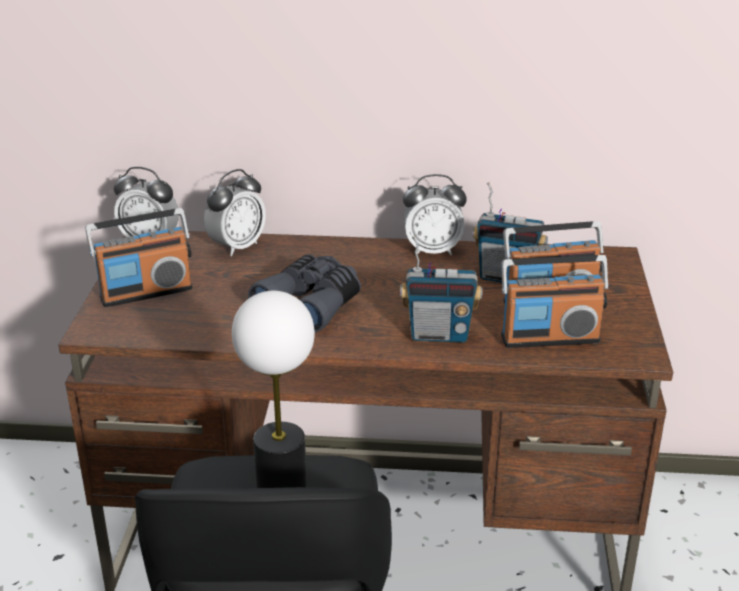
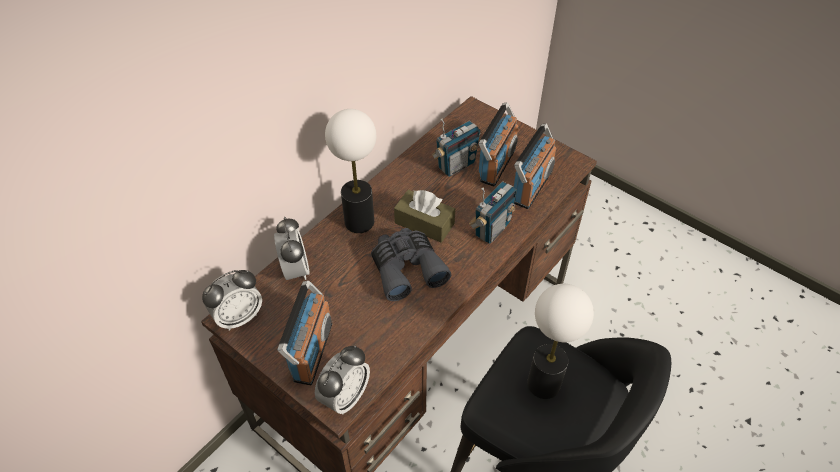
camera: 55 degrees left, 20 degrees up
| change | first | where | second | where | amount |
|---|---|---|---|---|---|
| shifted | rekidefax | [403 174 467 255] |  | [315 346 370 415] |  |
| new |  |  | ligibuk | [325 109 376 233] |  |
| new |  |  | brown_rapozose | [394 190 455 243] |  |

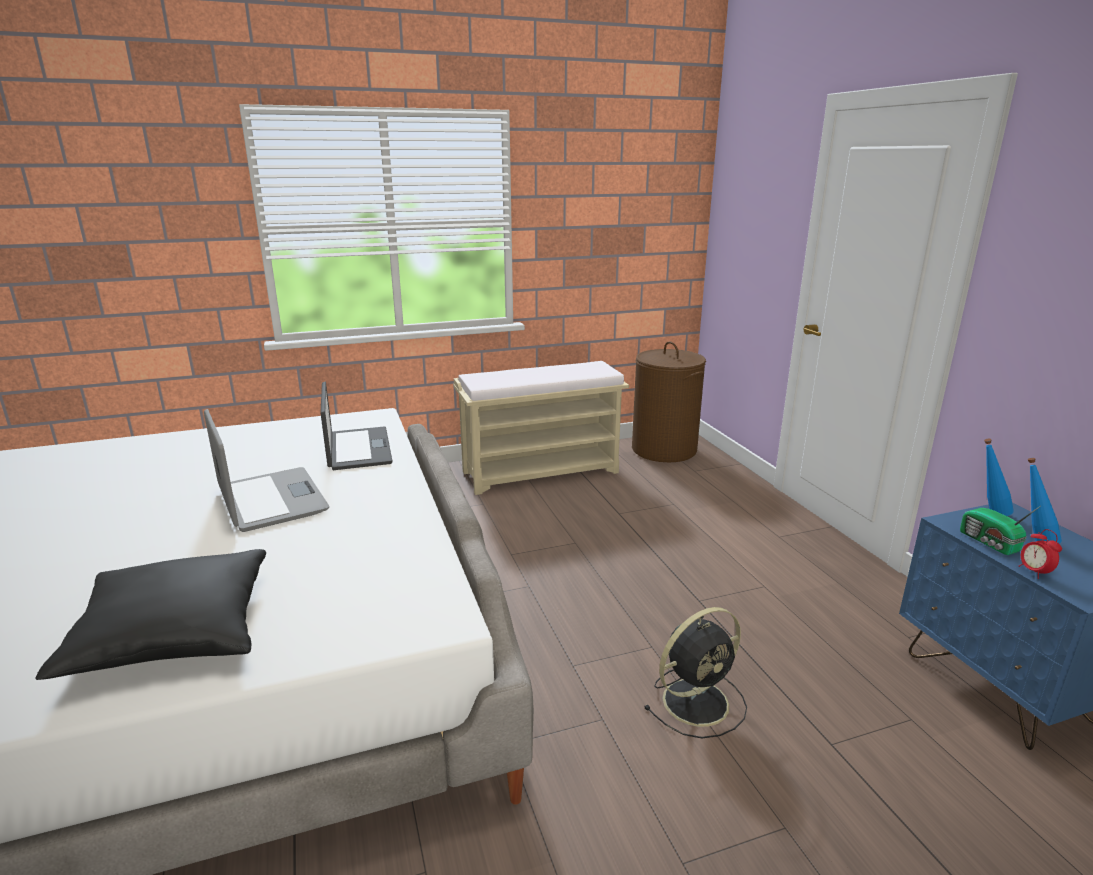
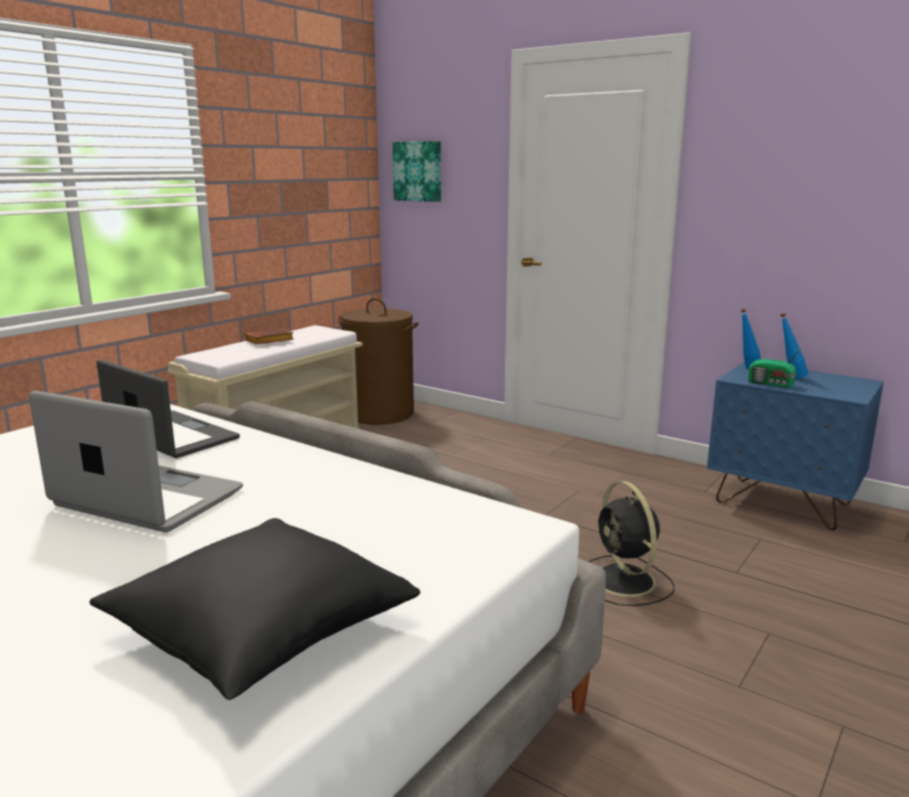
camera: 35 degrees left, 5 degrees down
| change | first | where | second | where | amount |
|---|---|---|---|---|---|
| gone | rekidefax | [1019 529 1062 579] |  |  |  |
| rotated | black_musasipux | [644 607 747 738] |  | [589 481 675 606] | 135 degrees clockwise |
| new |  |  | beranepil | [392 141 441 202] |  |
| new |  |  | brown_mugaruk | [245 329 294 344] |  |

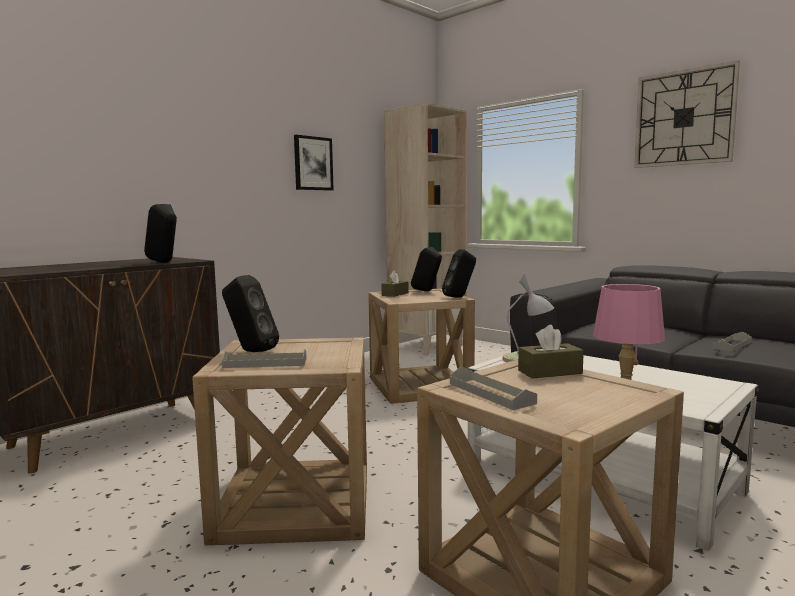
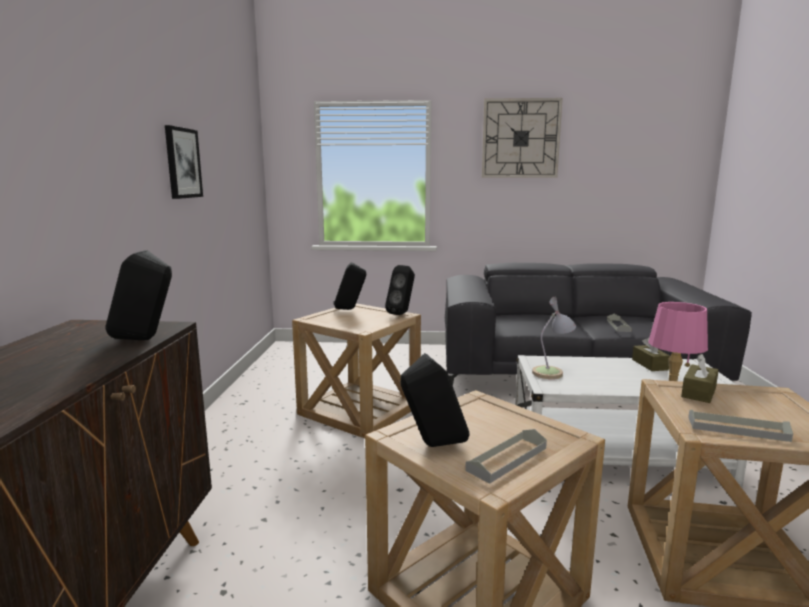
camera: 40 degrees left, 5 degrees up
| change | first | where | second | where | amount |
|---|---|---|---|---|---|
| gone | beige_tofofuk | [384 102 467 356] |  |  |  |
| shifted | brown_rapozose | [381 271 409 297] |  | [632 337 670 371] |  |

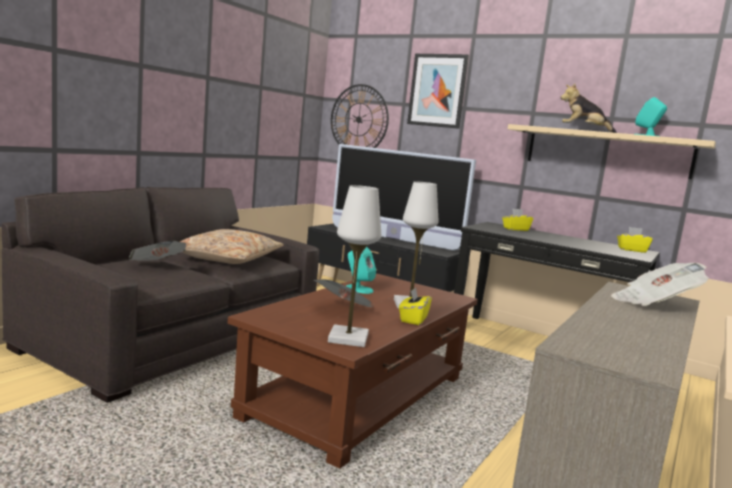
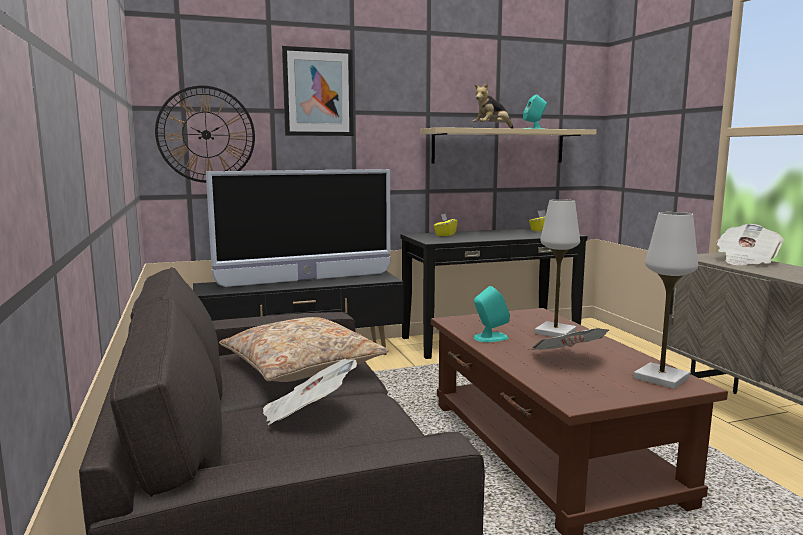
camera: 50 degrees left, 0 degrees up
| change | first | where | second | where | amount |
|---|---|---|---|---|---|
| gone | yellow_rapozose | [399 287 432 325] |  |  |  |

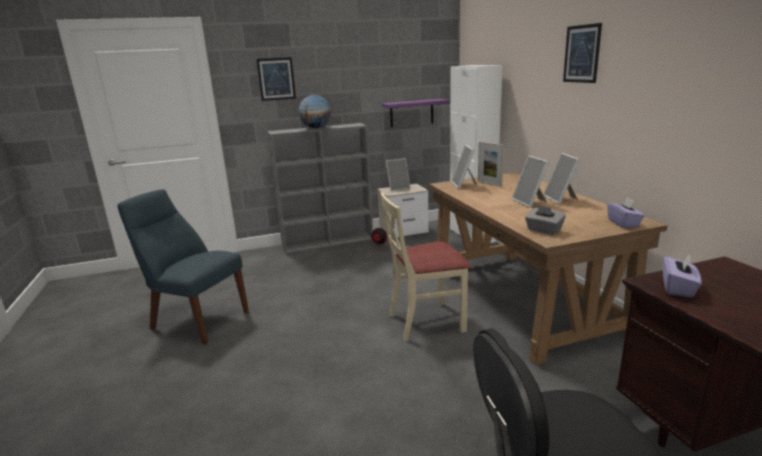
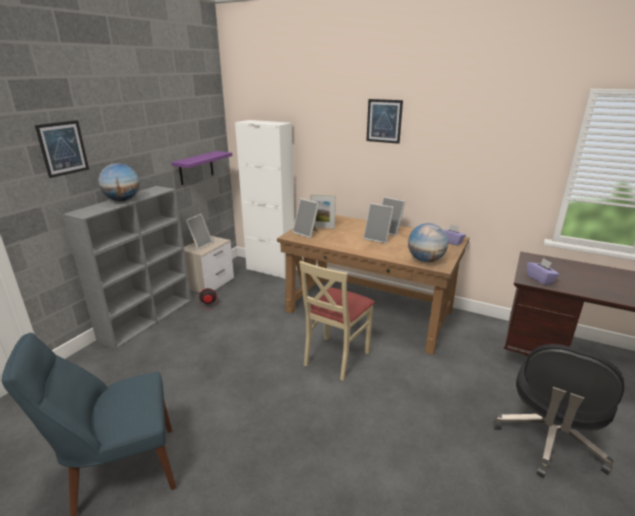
camera: 45 degrees left, 5 degrees up
| change | first | where | second | where | amount |
|---|---|---|---|---|---|
| swapped | grey_rapozose | [525 205 566 235] | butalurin | [408 223 448 262] |  |

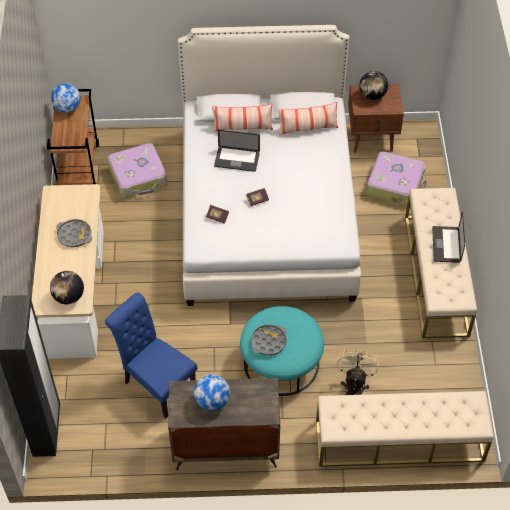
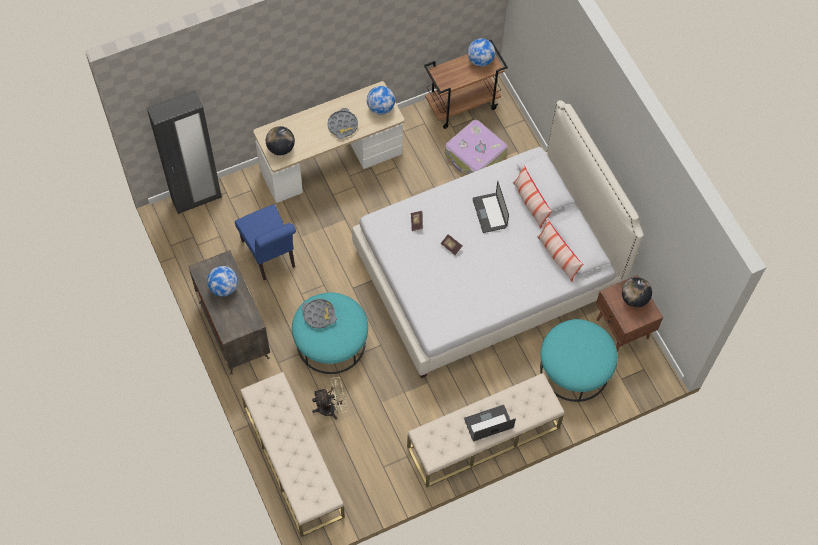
camera: 65 degrees right, 10 degrees up
| change | first | where | second | where | amount |
|---|---|---|---|---|---|
| swapped | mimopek | [366 151 426 206] | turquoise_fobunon | [540 319 618 402] |  |
| rotated | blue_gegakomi | [105 293 197 418] |  | [235 204 296 280] | 135 degrees clockwise |
| new |  |  | butalurin | [367 86 395 115] |  |

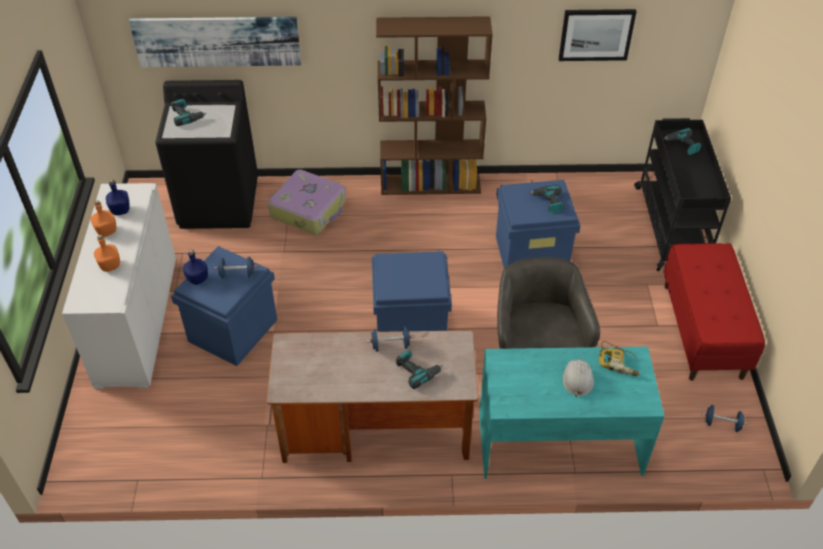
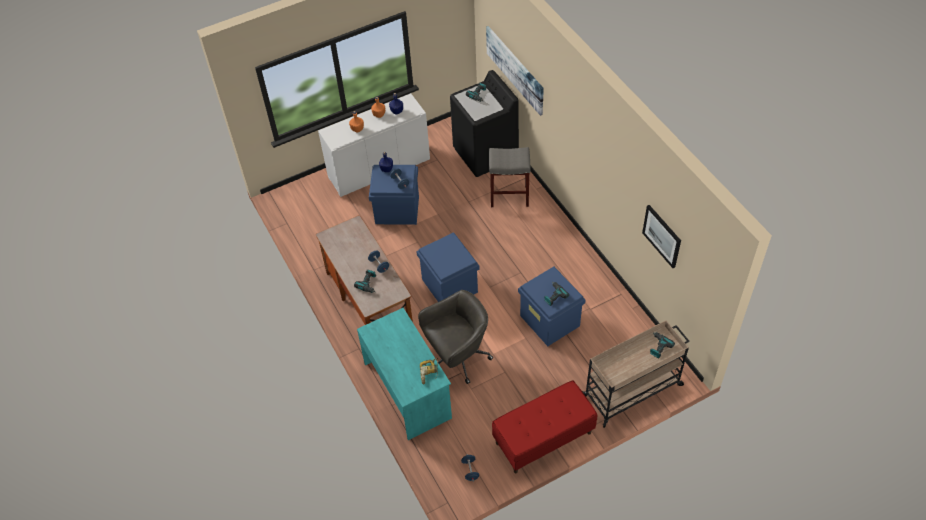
camera: 65 degrees right, 5 degrees up
| change | first | where | second | where | amount |
|---|---|---|---|---|---|
| gone | brown_tofofuk | [376 16 493 195] |  |  |  |
| repainted | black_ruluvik | [634 118 731 272] | beige_ruluvik | [582 320 689 428] |  |
| swapped | mimopek | [268 170 346 234] | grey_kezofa | [489 147 530 207] |  |
| gone | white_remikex | [562 359 594 398] |  |  |  |

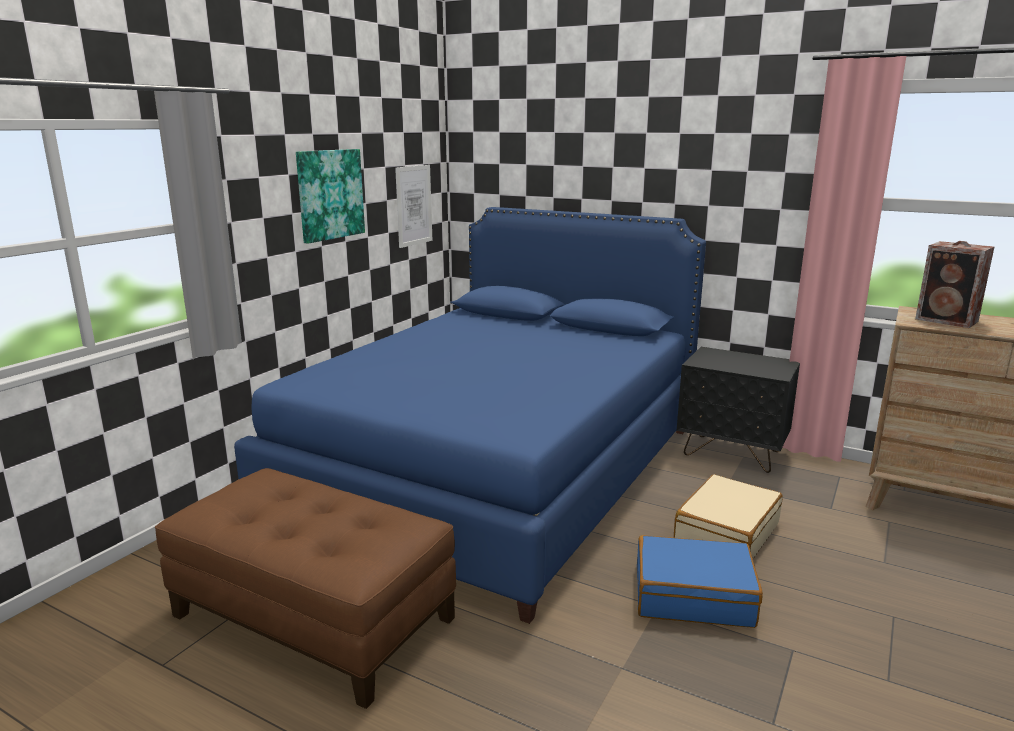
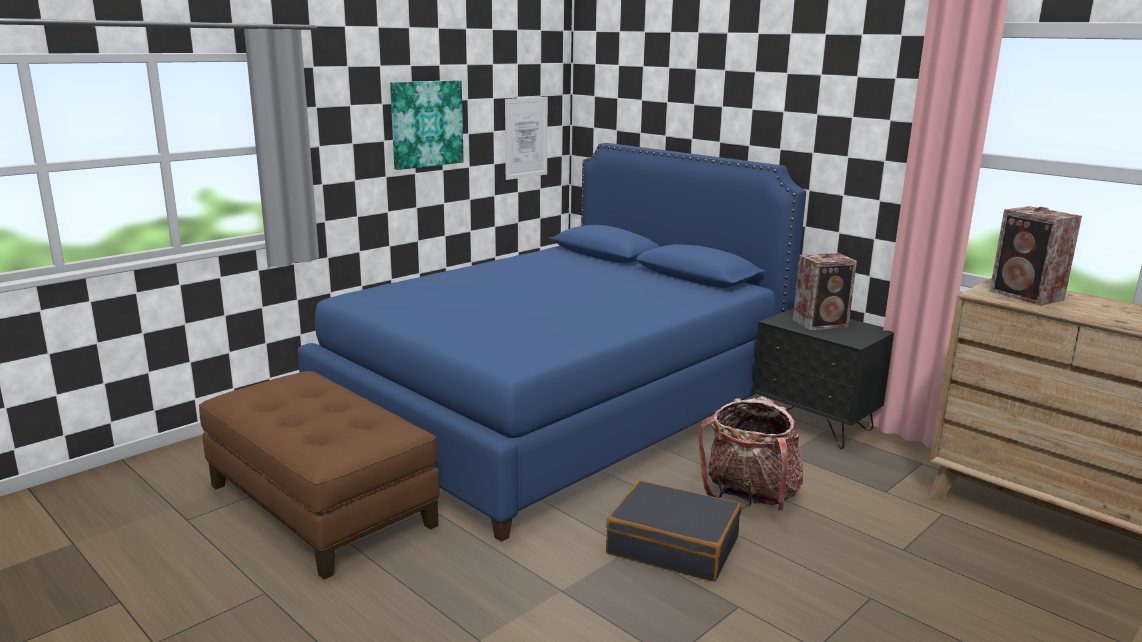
camera: 15 degrees right, 0 degrees up
| change | first | where | second | where | amount |
|---|---|---|---|---|---|
| swapped | beige_mimopek | [674 474 783 559] | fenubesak | [699 397 803 512] |  |
| repainted | blue_mimopek | [637 535 763 628] | black_mimopek | [606 480 741 581] |  |
| new |  |  | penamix | [793 253 857 330] |  |

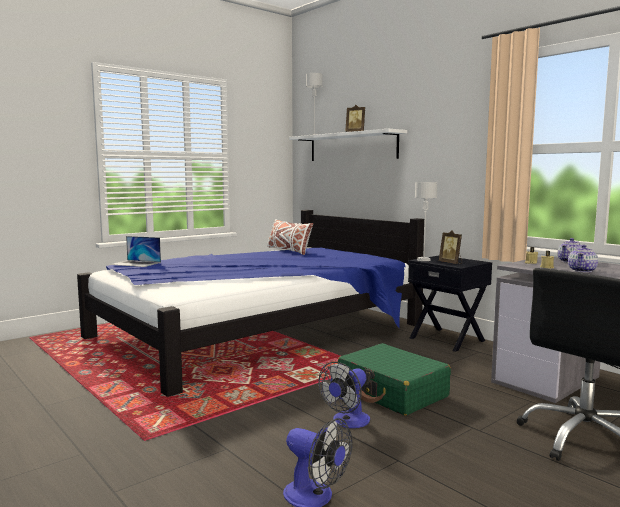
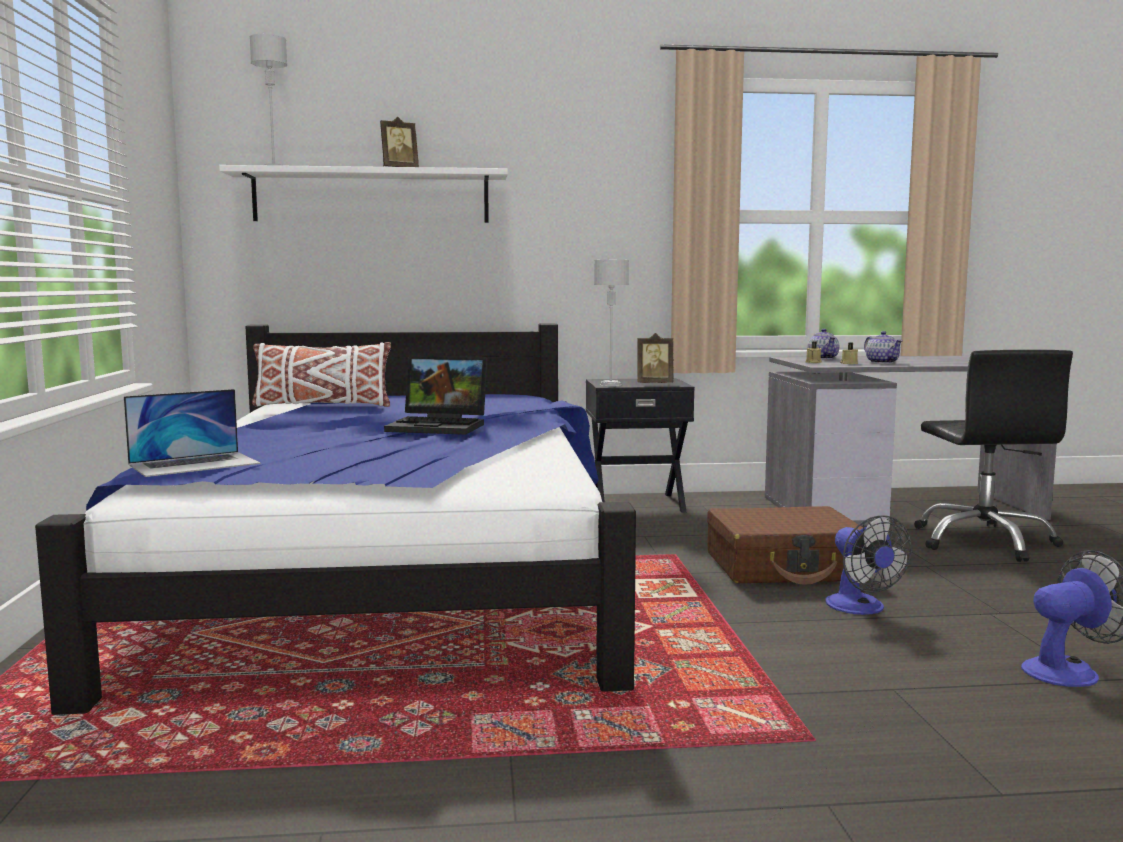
camera: 55 degrees left, 0 degrees up
| change | first | where | second | where | amount |
|---|---|---|---|---|---|
| repainted | green_mimopek | [338 343 451 416] | brown_mimopek | [707 506 863 585] |  |
| new |  |  | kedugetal | [384 356 488 435] |  |

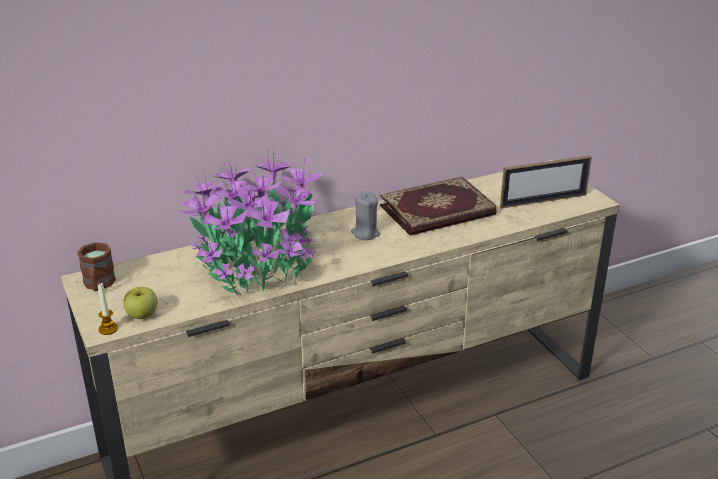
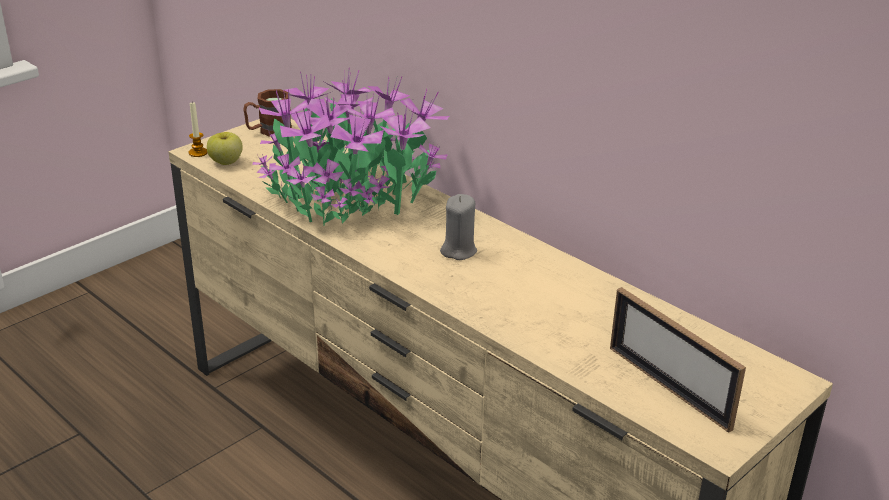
camera: 70 degrees right, 0 degrees up
| change | first | where | second | where | amount |
|---|---|---|---|---|---|
| gone | mugaruk | [380 177 497 236] |  |  |  |

